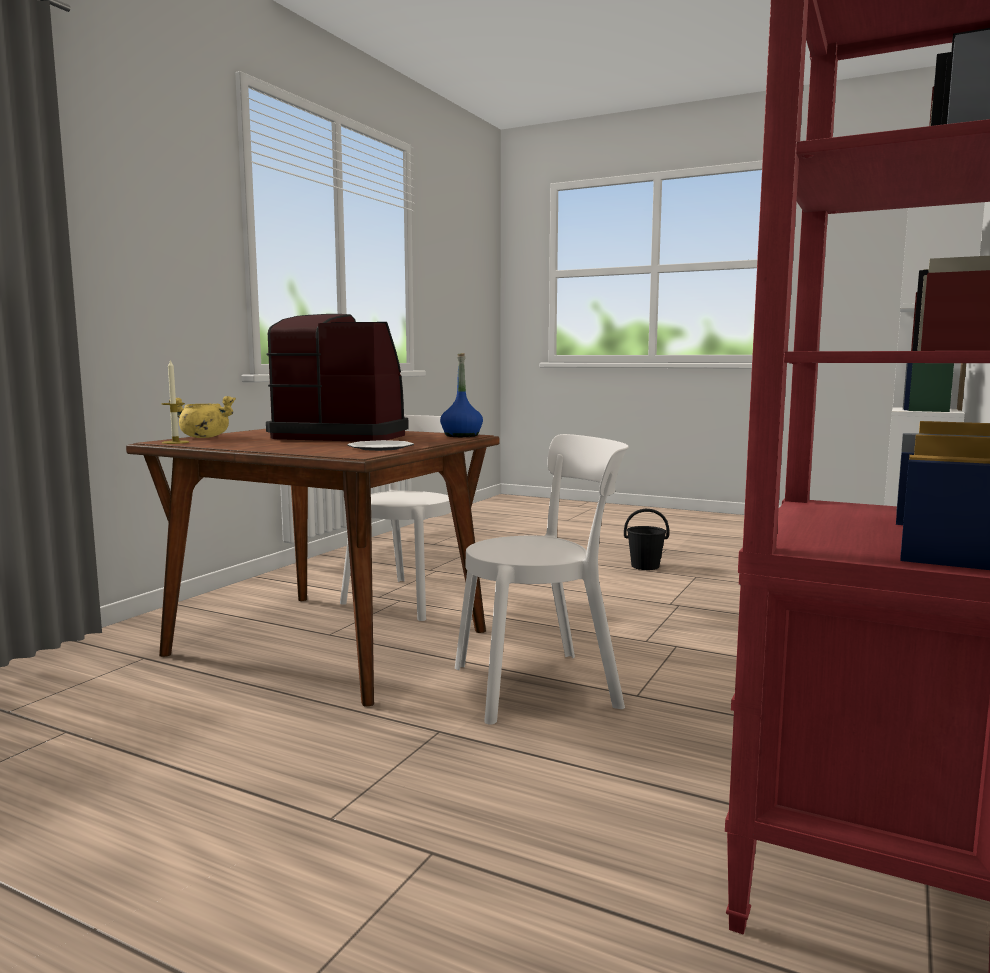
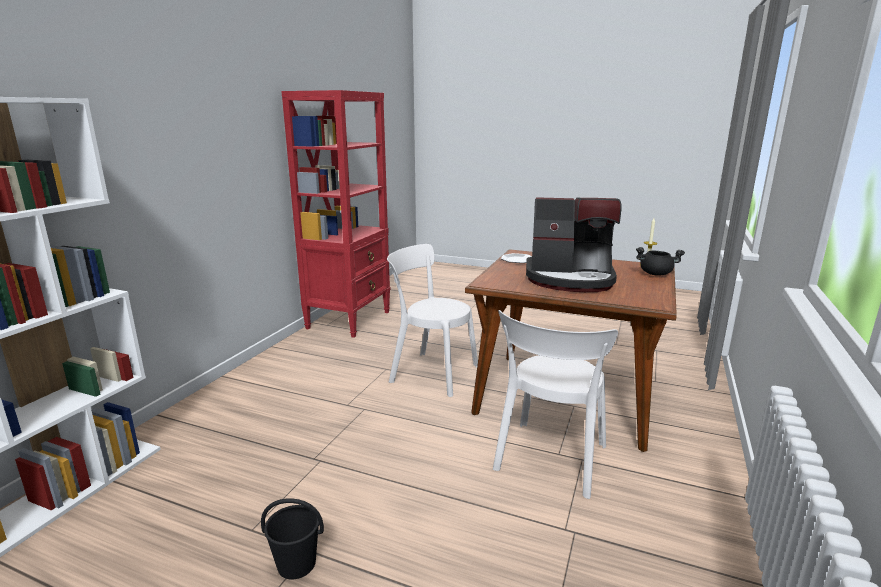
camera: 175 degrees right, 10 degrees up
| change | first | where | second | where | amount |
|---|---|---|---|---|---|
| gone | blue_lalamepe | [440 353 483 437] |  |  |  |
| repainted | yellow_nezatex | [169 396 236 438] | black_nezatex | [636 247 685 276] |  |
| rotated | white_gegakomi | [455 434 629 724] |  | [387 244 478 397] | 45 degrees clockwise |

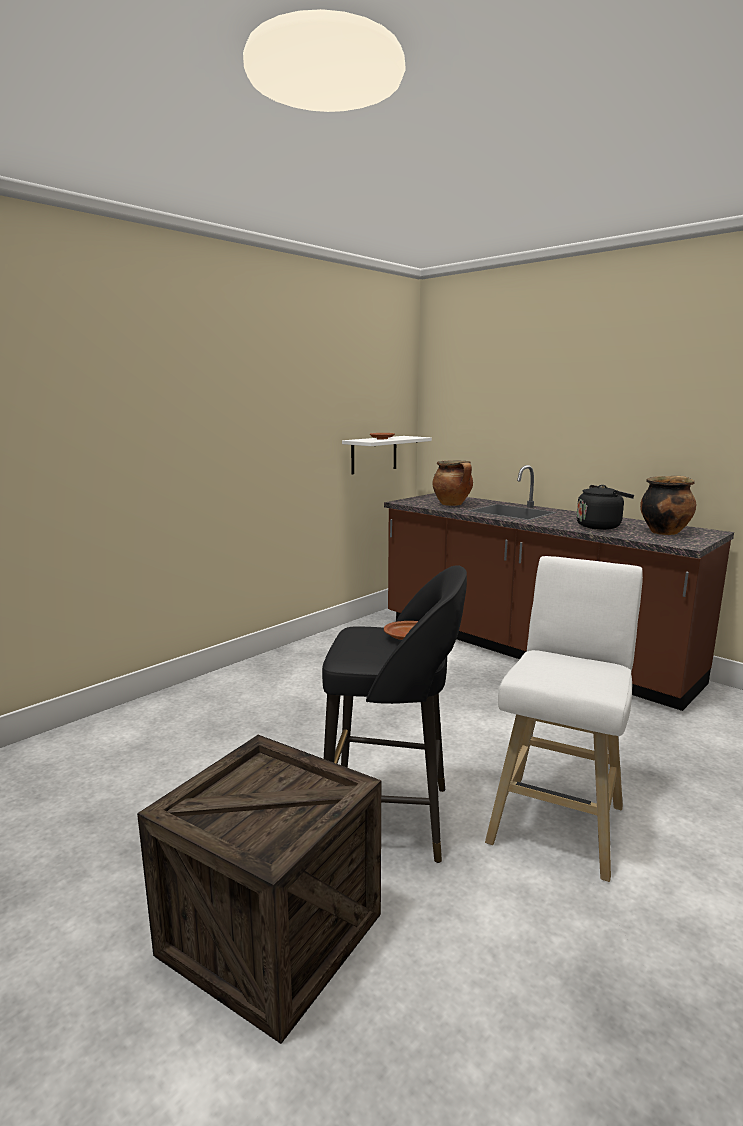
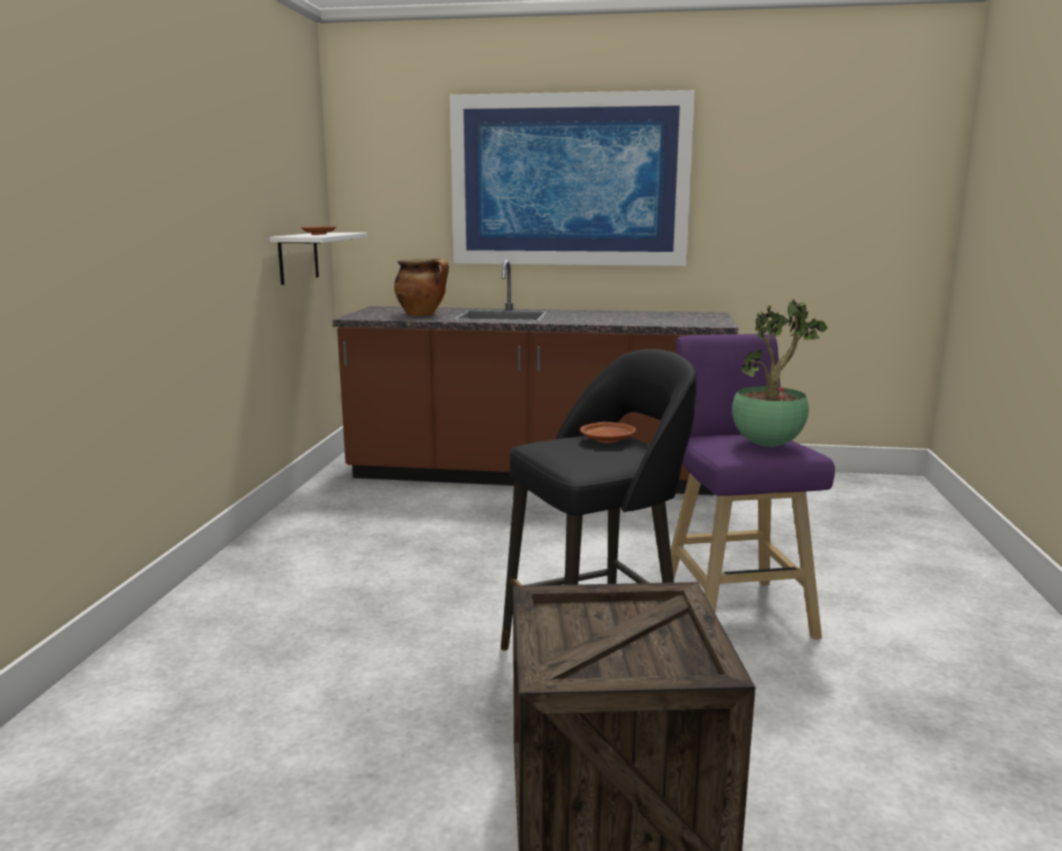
camera: 35 degrees left, 0 degrees up
| change | first | where | second | where | amount |
|---|---|---|---|---|---|
| gone | nezatex | [640 476 696 535] |  |  |  |
| gone | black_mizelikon | [576 485 634 530] |  |  |  |
| repainted | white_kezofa | [485 556 643 882] | purple_kezofa | [671 334 835 640] |  |
| new |  |  | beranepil | [450 90 695 266] |  |
| new |  |  | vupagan | [732 299 827 447] |  |

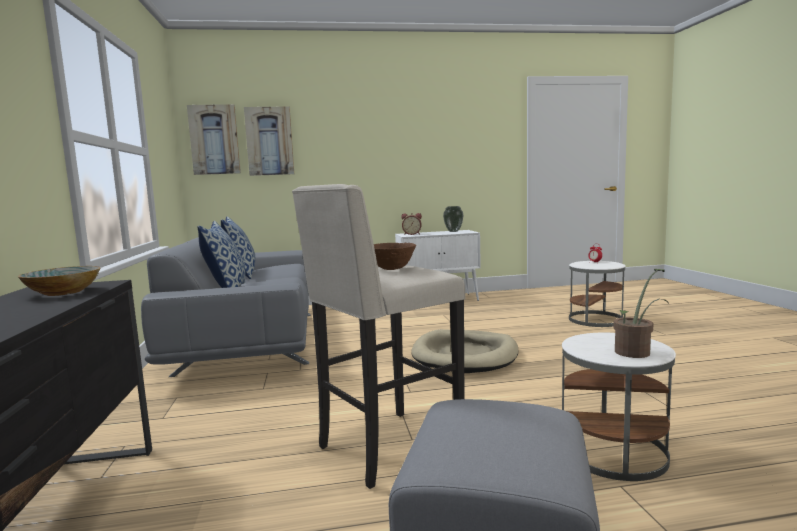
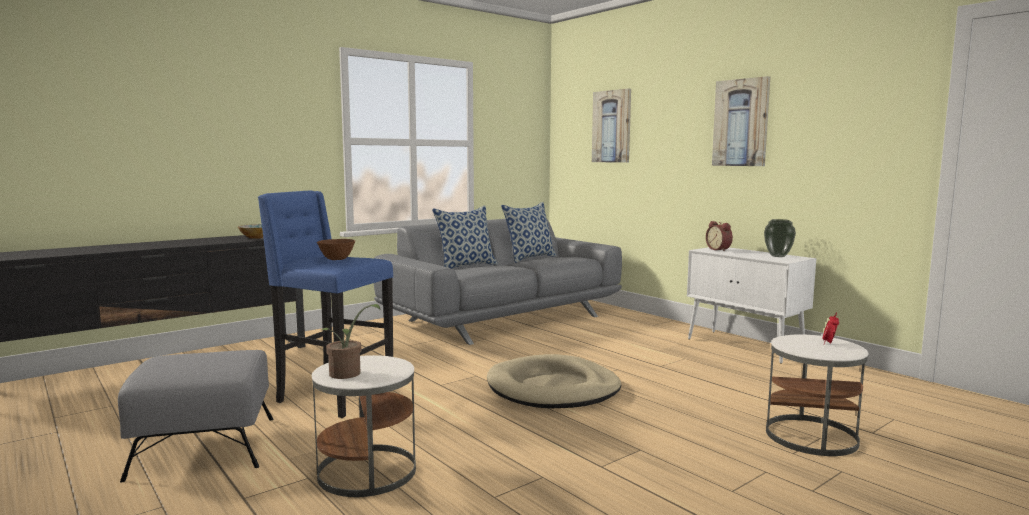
camera: 60 degrees right, 0 degrees up
| change | first | where | second | where | amount |
|---|---|---|---|---|---|
| shifted | beranepil | [187 104 241 175] |  | [712 76 770 166] |  |
| repainted | beige_kezofa | [292 184 465 489] | blue_kezofa | [258 191 393 418] |  |

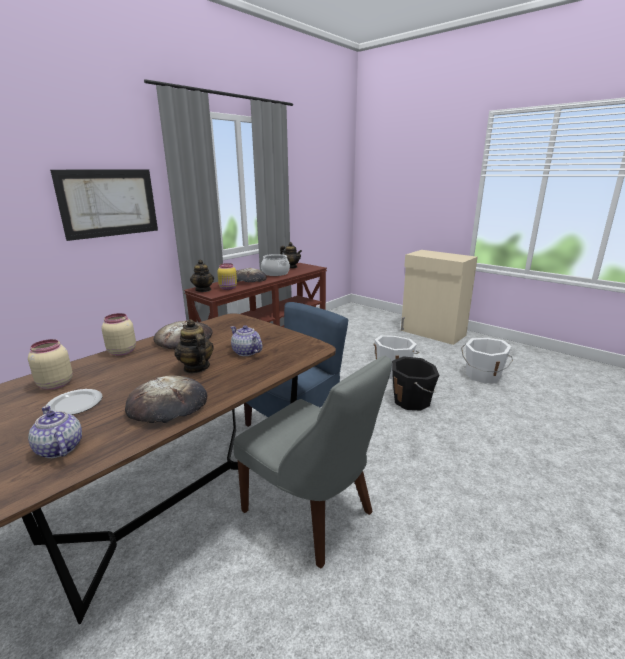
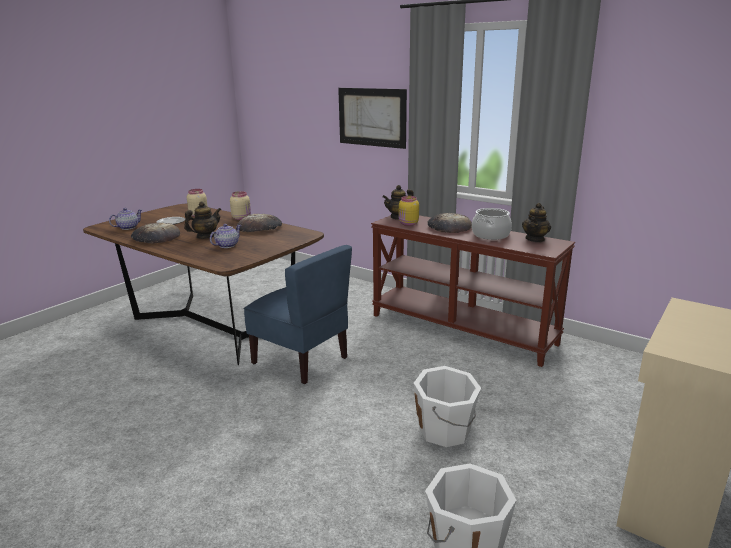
camera: 85 degrees right, 0 degrees up
| change | first | where | second | where | amount |
|---|---|---|---|---|---|
| gone | grey_gegakomi | [233 356 392 568] |  |  |  |
| gone | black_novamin | [392 356 439 411] |  |  |  |

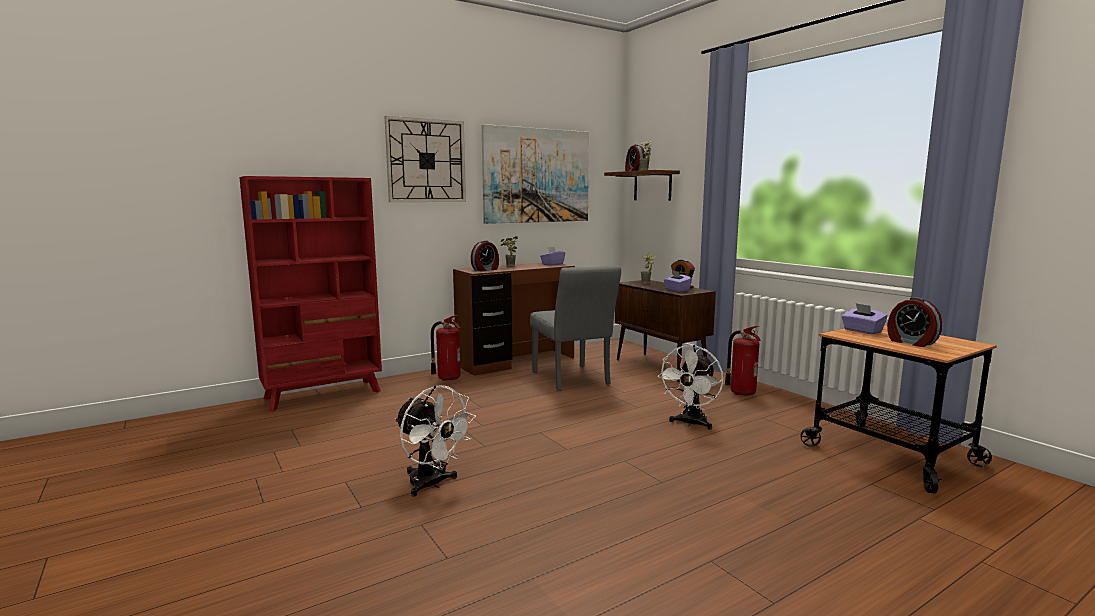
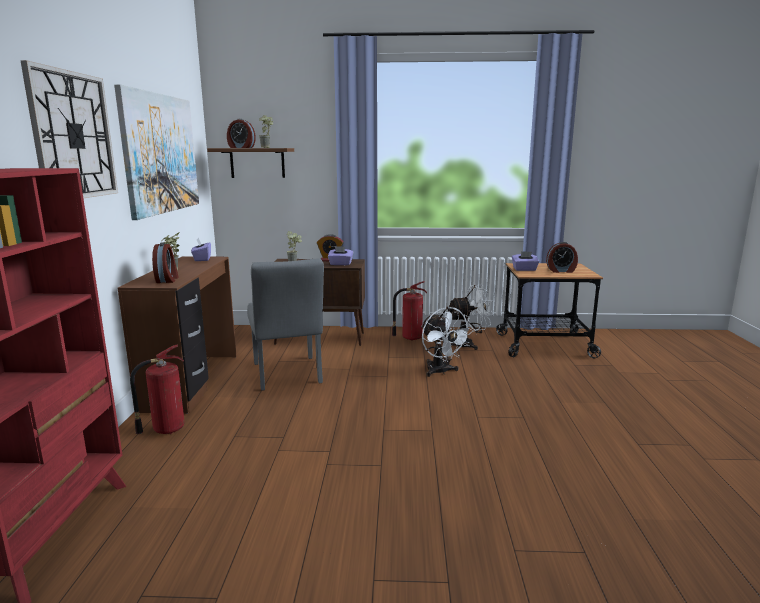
camera: 55 degrees left, 5 degrees up
| change | first | where | second | where | amount |
|---|---|---|---|---|---|
| rotated | grey_gegakomi | [530 265 621 391] |  | [247 258 324 391] | 60 degrees clockwise |
| shifted | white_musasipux | [395 385 476 497] |  | [447 285 494 350] |  |

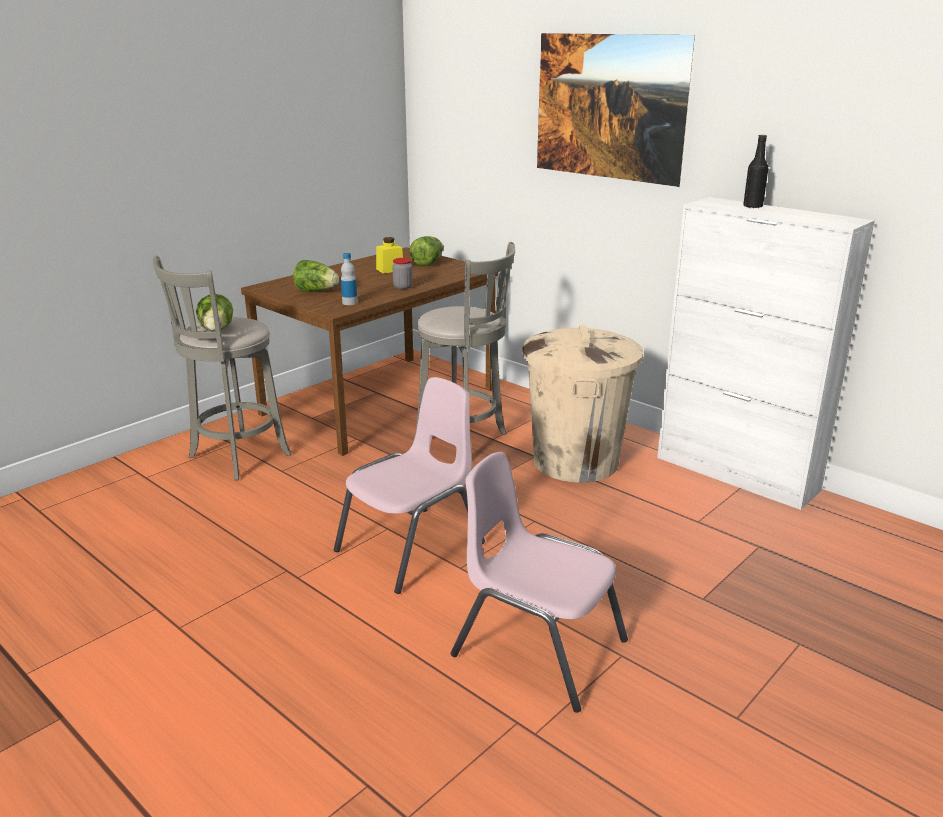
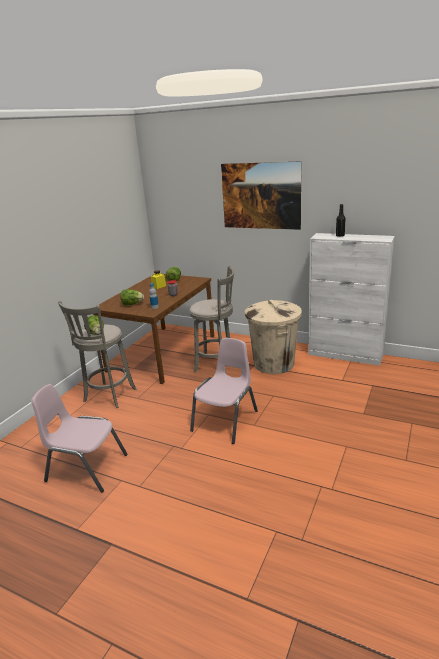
camera: 15 degrees left, 0 degrees up
| change | first | where | second | where | amount |
|---|---|---|---|---|---|
| shifted | pink_gegakomi | [451 452 628 713] |  | [31 384 128 492] |  |

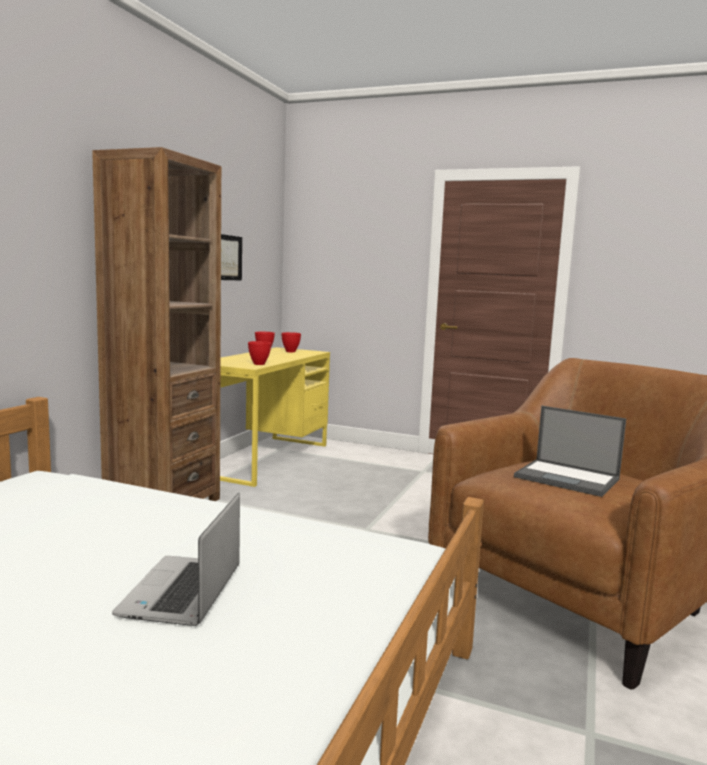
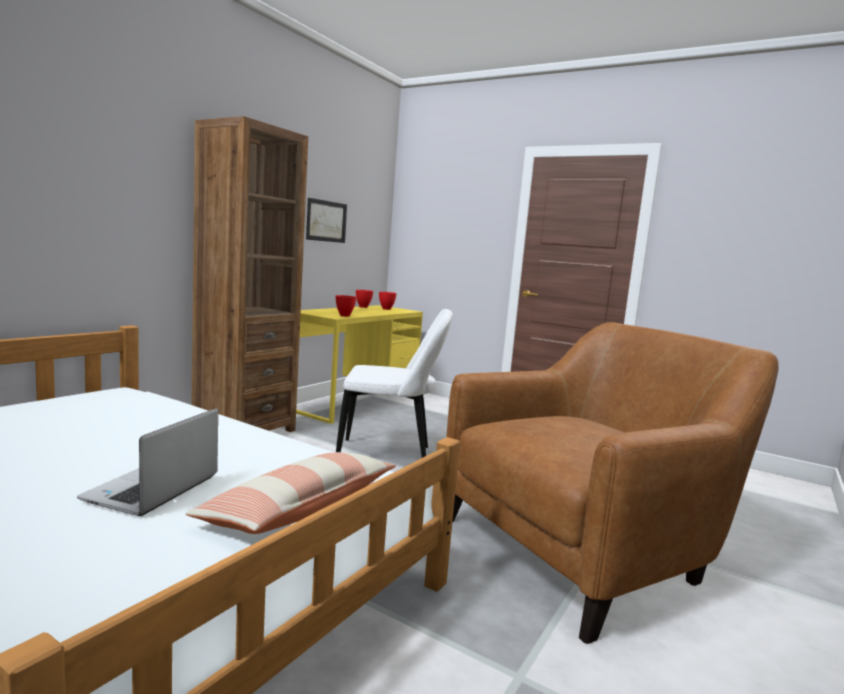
camera: 10 degrees right, 0 degrees up
| change | first | where | second | where | amount |
|---|---|---|---|---|---|
| gone | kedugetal | [514 406 626 497] |  |  |  |
| new |  |  | white_gegakomi | [336 309 453 458] |  |
| new |  |  | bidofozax | [185 452 396 534] |  |

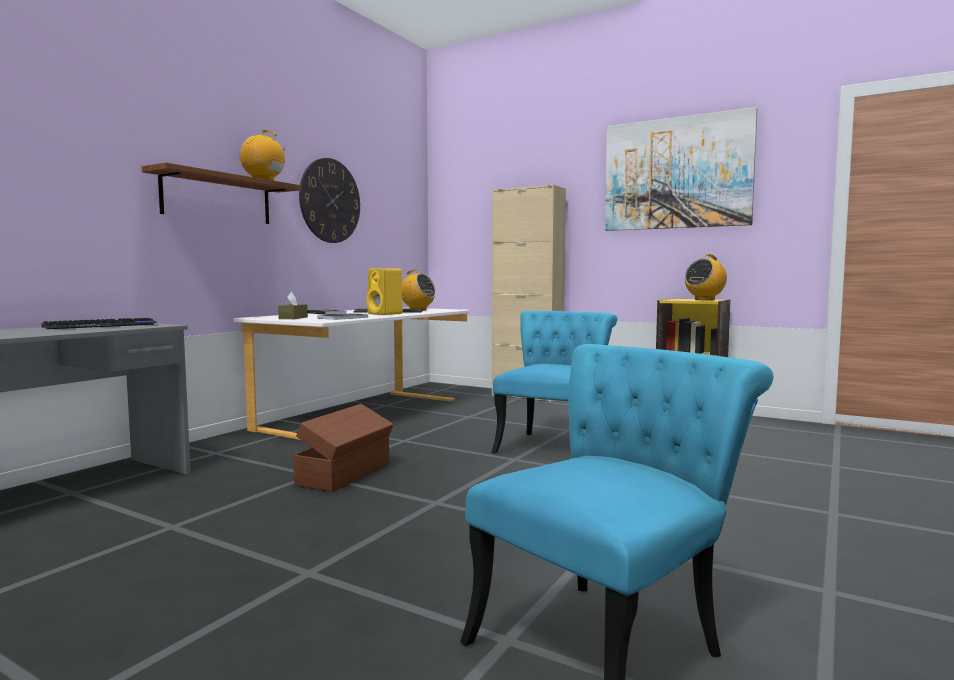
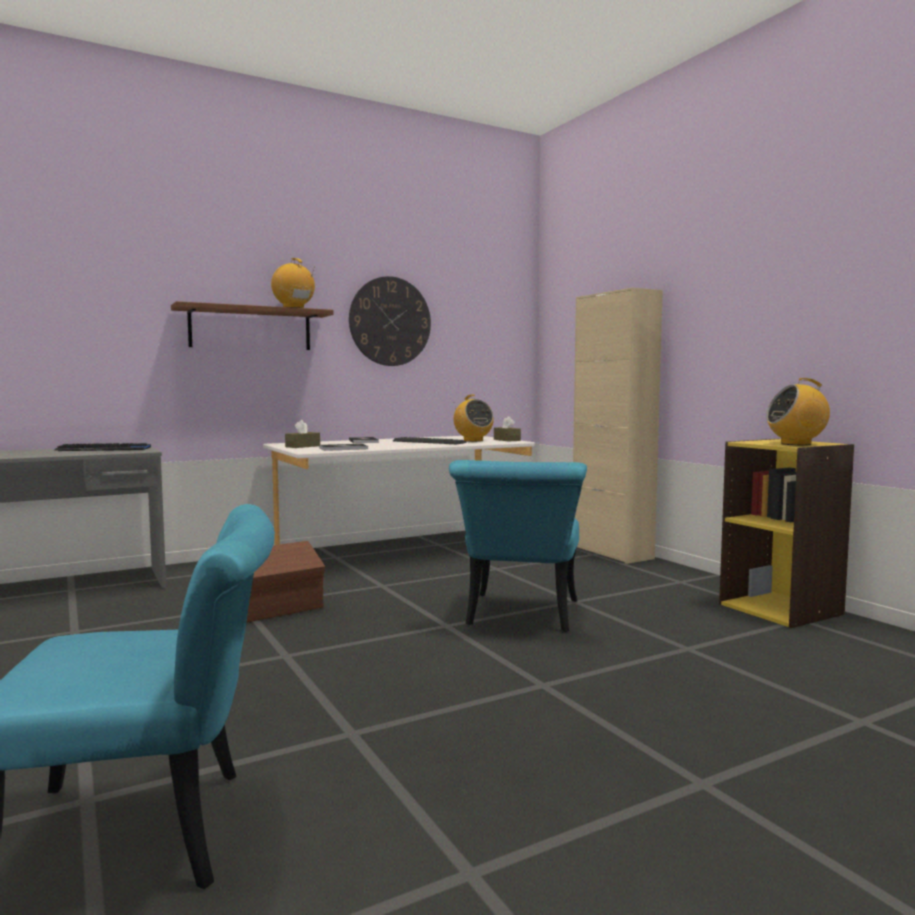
camera: 30 degrees right, 0 degrees up
| change | first | where | second | where | amount |
|---|---|---|---|---|---|
| gone | beranepil | [605 107 757 231] |  |  |  |
| gone | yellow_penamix | [367 268 403 315] |  |  |  |
| rotated | turquoise_gegakomi | [491 311 617 454] |  | [449 460 587 632] | 135 degrees clockwise |
| new |  |  | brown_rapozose | [494 416 521 441] |  |

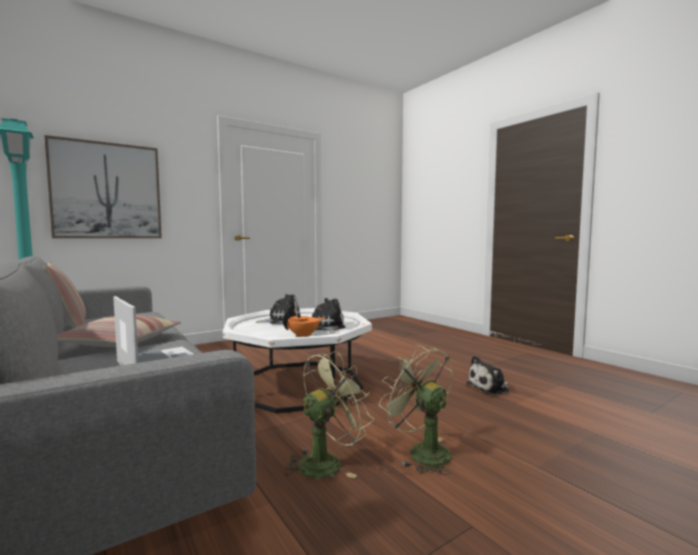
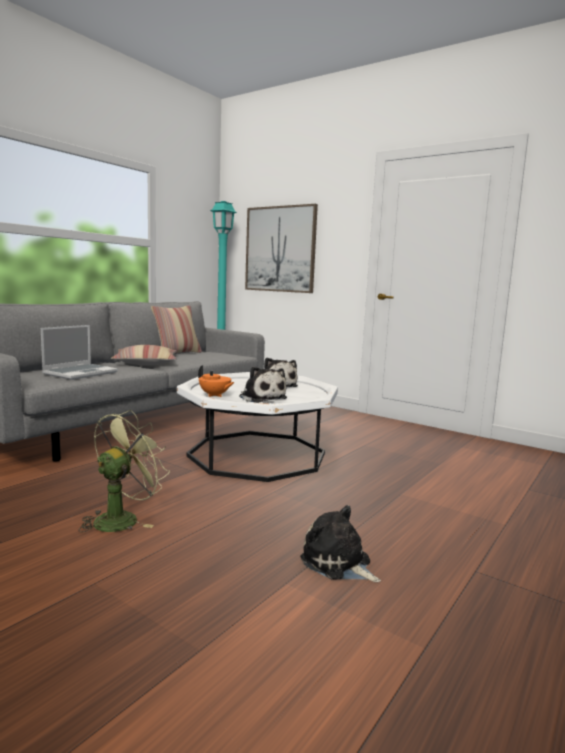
camera: 70 degrees right, 5 degrees up
| change | first | where | second | where | amount |
|---|---|---|---|---|---|
| gone | green_musasipux | [284 351 374 479] |  |  |  |

